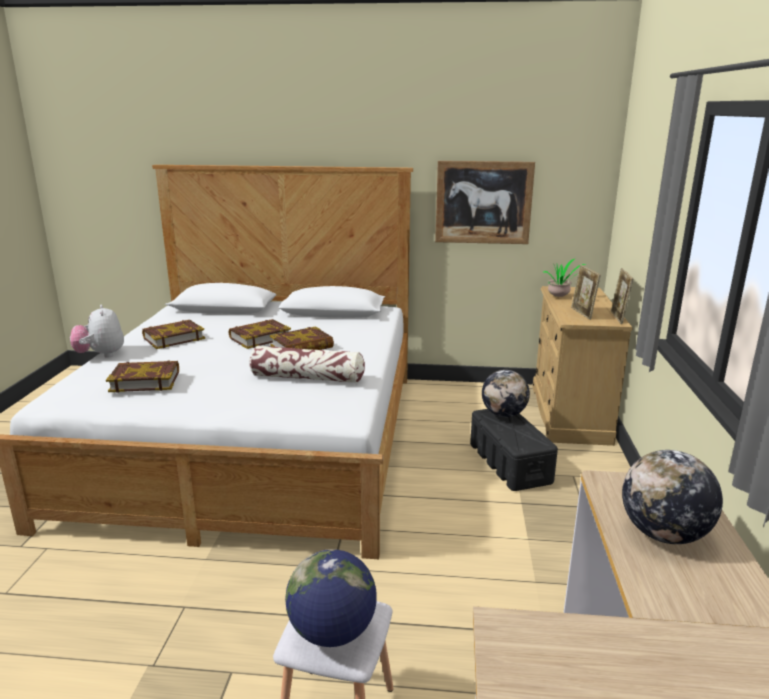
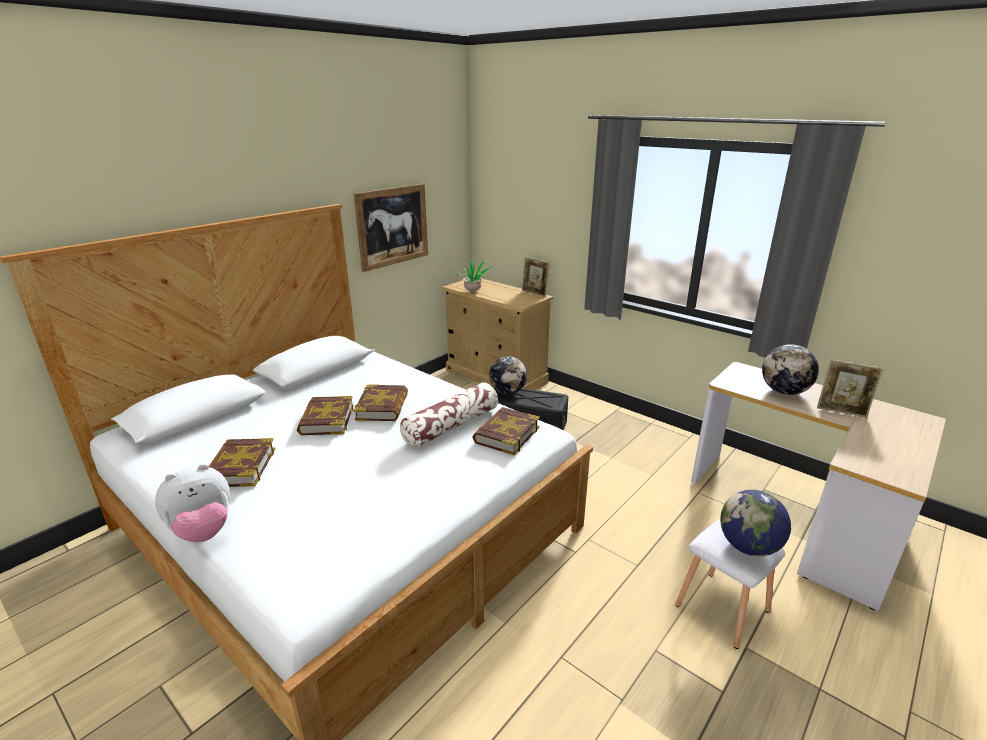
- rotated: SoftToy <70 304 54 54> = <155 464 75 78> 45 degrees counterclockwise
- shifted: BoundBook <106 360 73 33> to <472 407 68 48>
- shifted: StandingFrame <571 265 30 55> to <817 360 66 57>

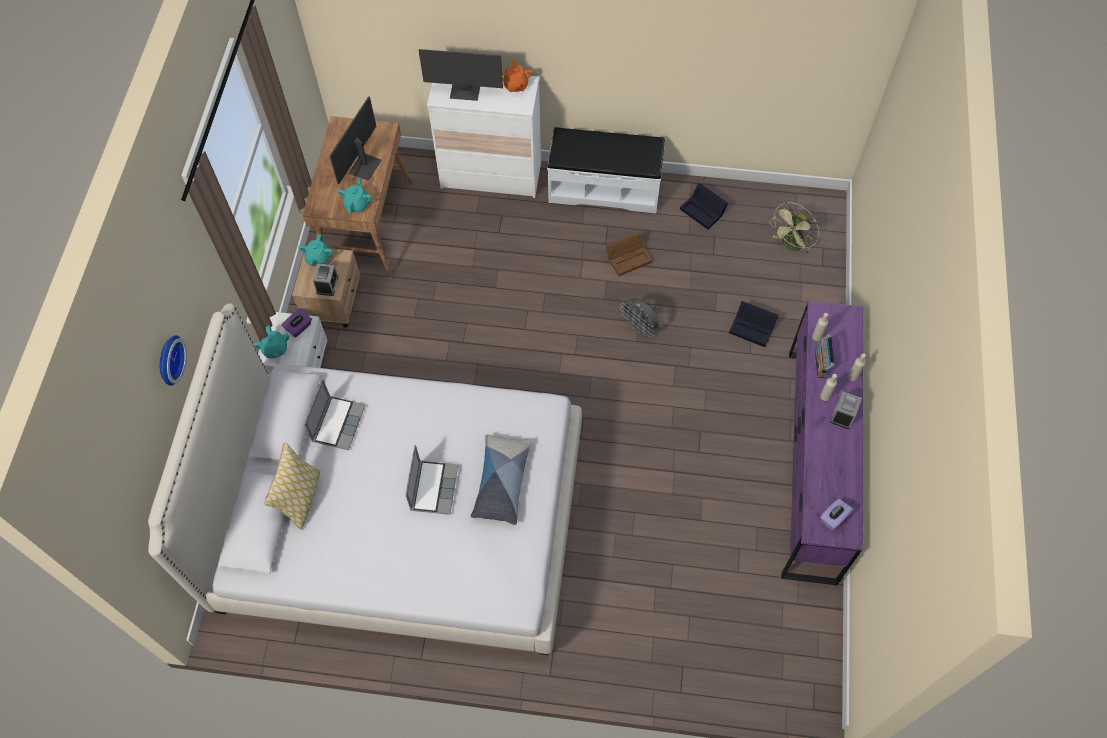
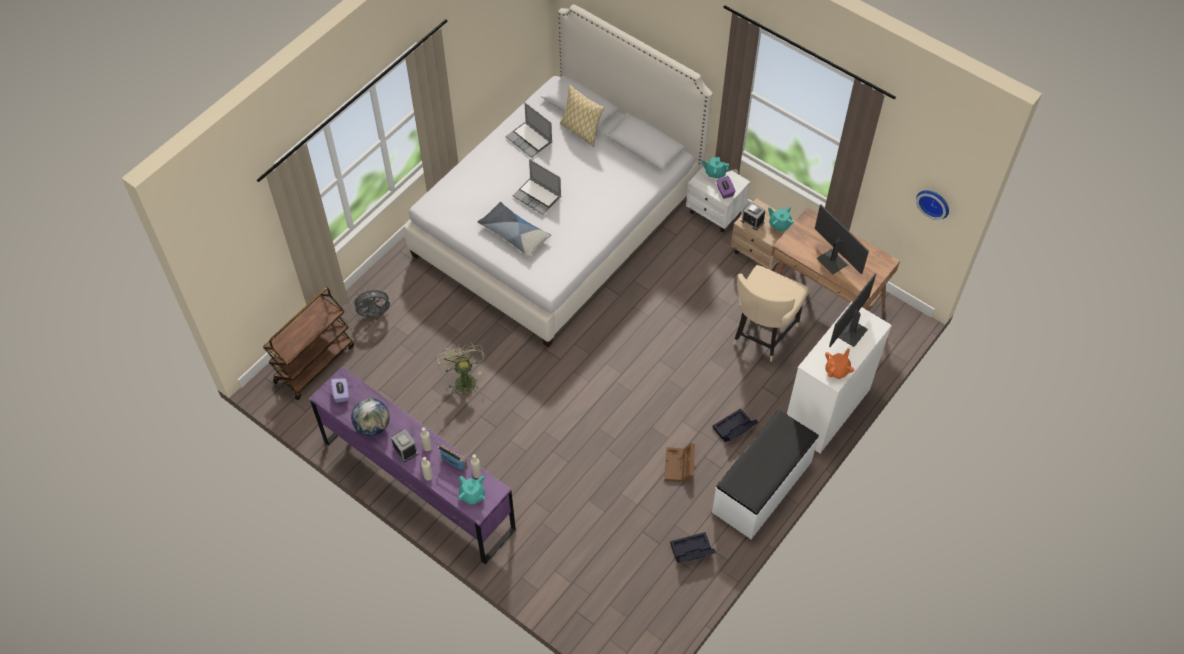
- new: BrownCart <263 287 91 113>
- shifted: GreyElectricFan <620 297 39 41> to <351 287 40 30>
- new: WorldGlobe <351 398 39 38>
- shifted: GreenishElectricFan <769 202 50 53> to <437 342 48 57>
- shifted: TurquoiseTeapot <337 178 35 35> to <458 476 27 28>
- shifted: PortableComputer <304 379 61 71> to <506 103 46 55>
- shifted: BlackColouredStorageContainer <729 301 50 46> to <713 408 45 34>
- new: BeigeColouredUprightChair <733 265 76 96>
- rotated: OrangeTeapot <502 60 31 32> = <825 349 29 30> 105 degrees clockwise
- shifted: HangingClock <160 335 27 51> to <916 190 33 30>

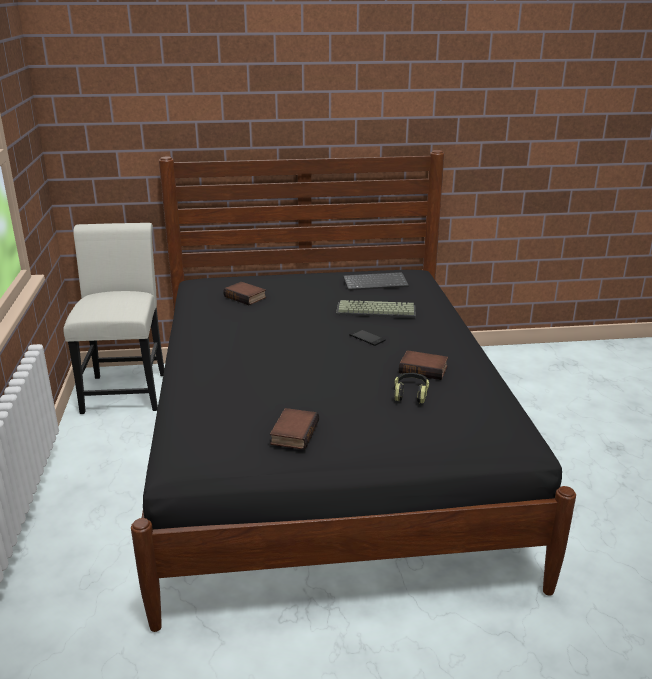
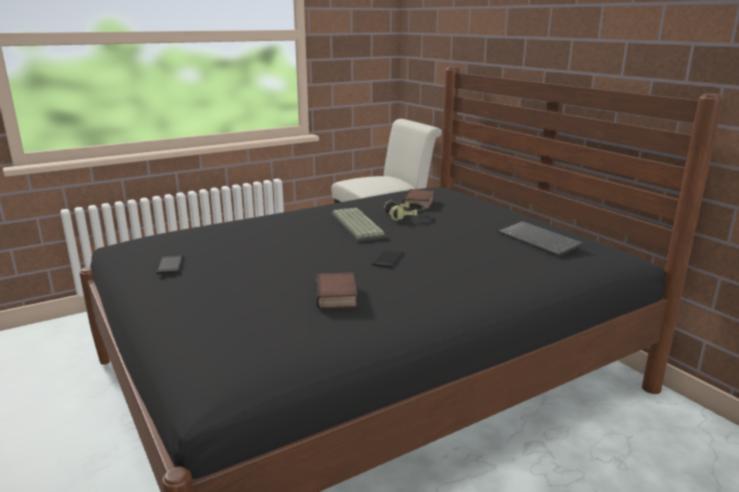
- swapped: BoundBook <270 408 49 42> to Telephone <157 255 26 19>
- shifted: PcKeyboard <336 300 80 18> to <331 207 56 35>
- shifted: Headphones <394 373 35 30> to <384 200 41 21>

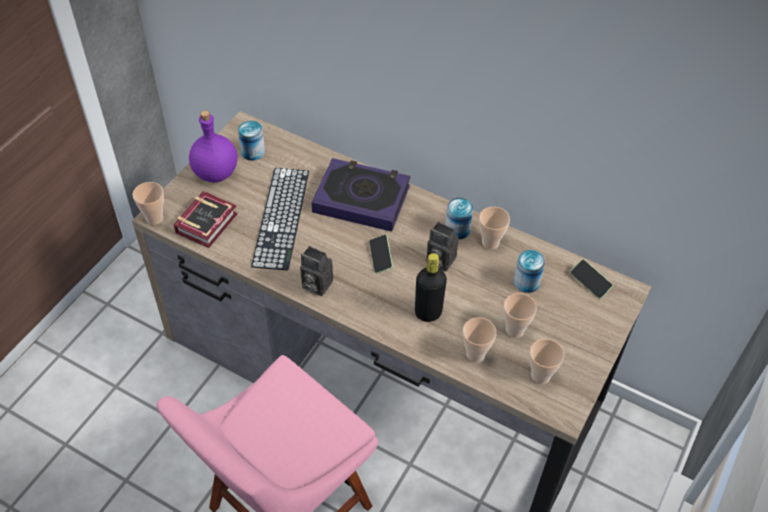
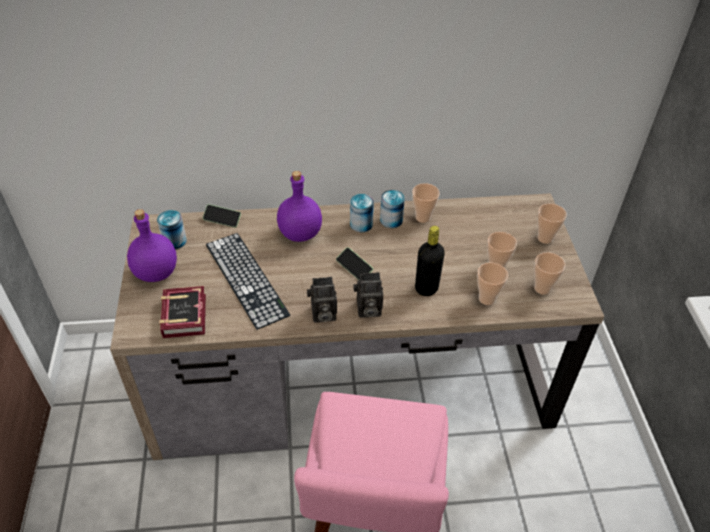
- shifted: Telephone <570 259 43 40> to <203 204 38 24>
- swapped: BoundBook <311 158 100 74> to PurplishDrinkBottle <277 171 45 71>
- shifted: Can <514 250 31 43> to <350 194 24 38>
- shifted: PhotoCamera <426 222 33 50> to <353 272 30 46>
- shifted: Cup <133 182 31 43> to <537 204 30 40>

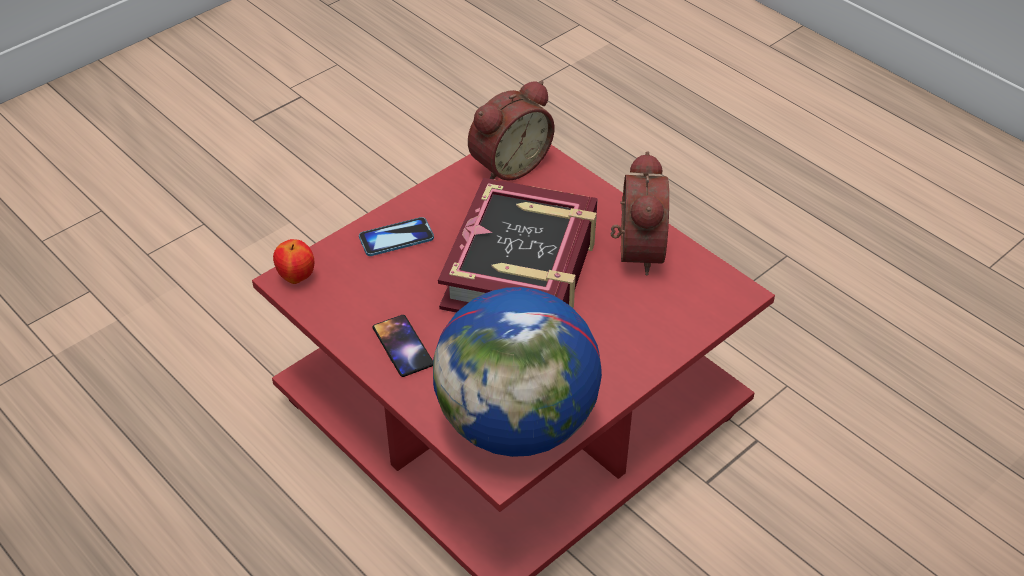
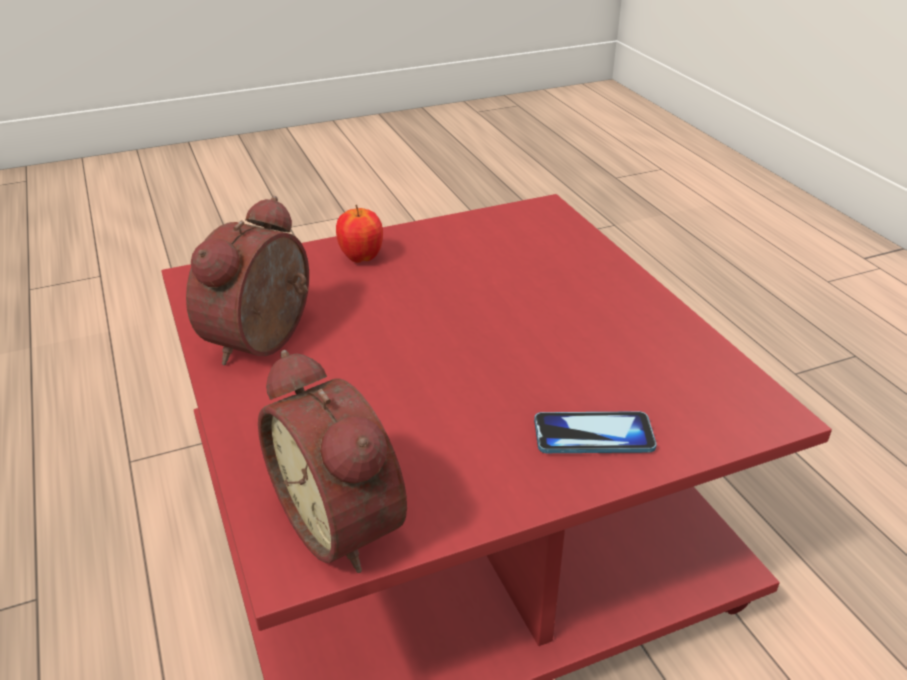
- rotated: AlarmClock <468 81 87 100> = <258 350 149 223> 105 degrees counterclockwise
- shifted: AppleFruit <273 239 41 45> to <336 205 47 58>
- gone: Telephone <373 315 60 62>
- gone: WorldGlobe <433 287 169 170>
- gone: BoundBook <438 178 160 135>

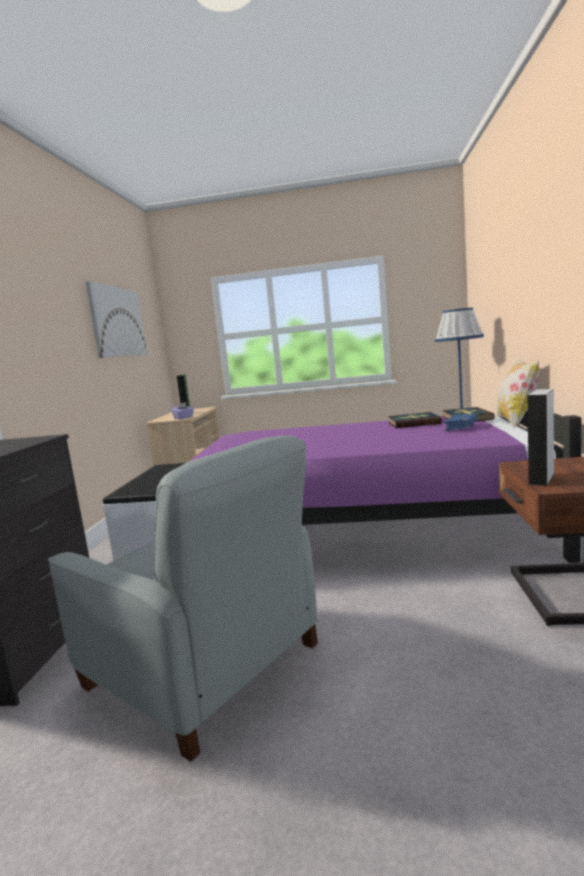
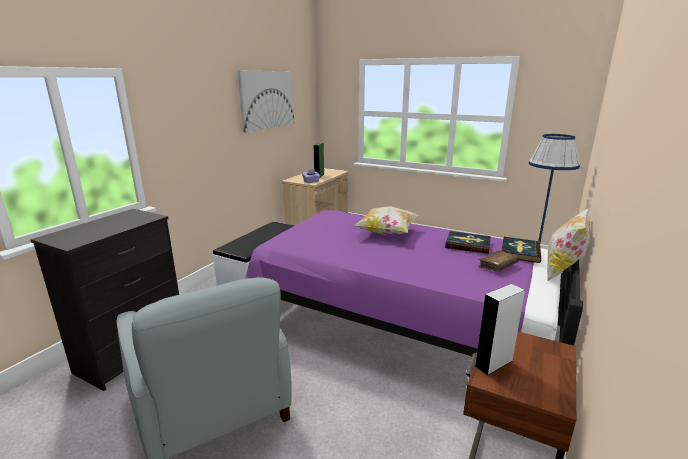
- new: ThrowPillow <354 206 65 29>
- repainted: BlueColouredBoundBook <444 414 34 17> to BrownBoundBook <478 250 41 22>

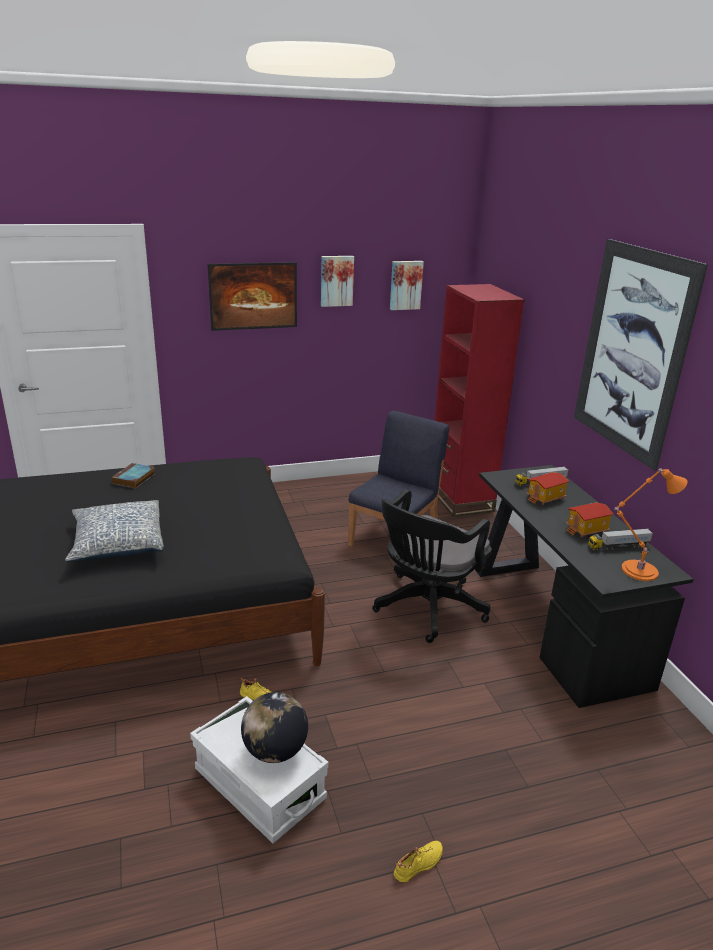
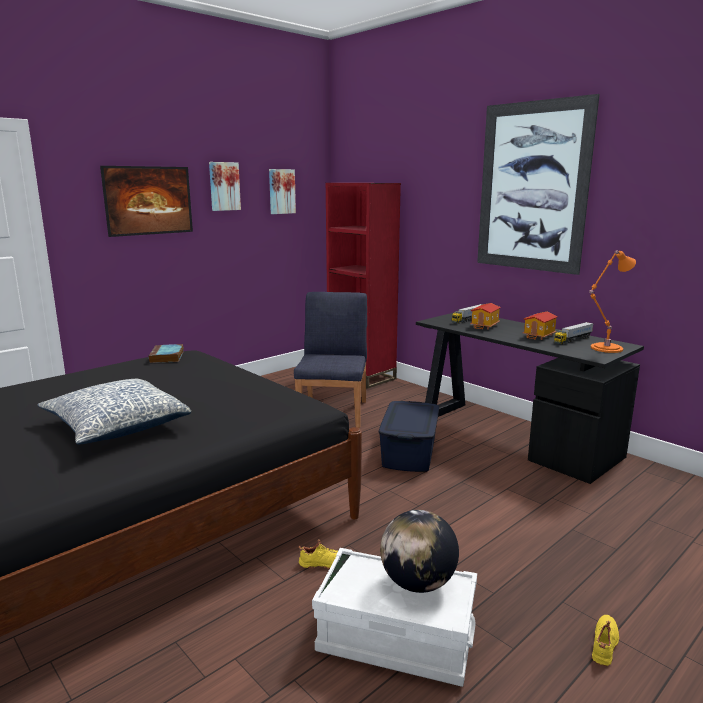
- shifted: BoundBook <111 463 44 26> to <148 344 36 19>
- swapped: BlackColouredOfficeChair <372 489 120 154> to BlueColouredStorageContainer <379 401 60 71>

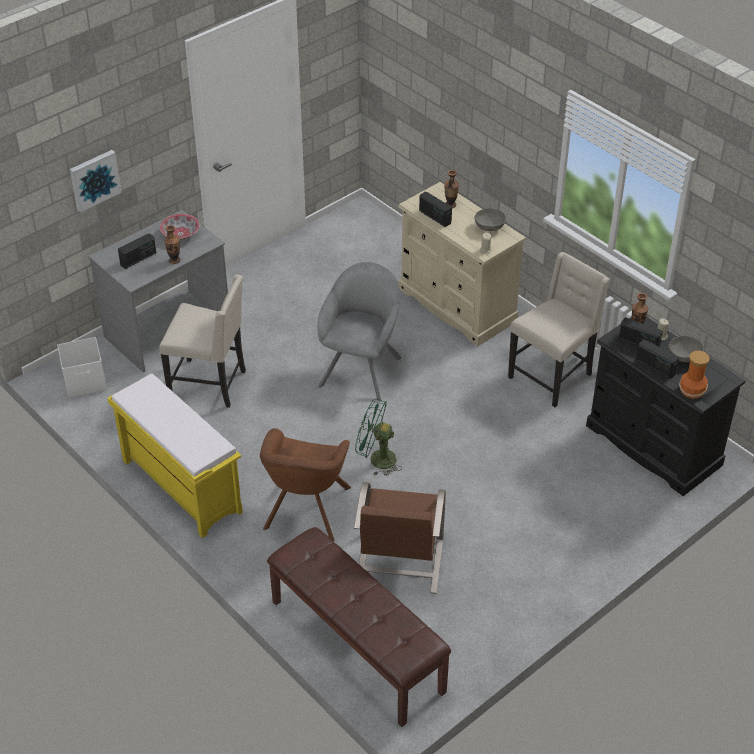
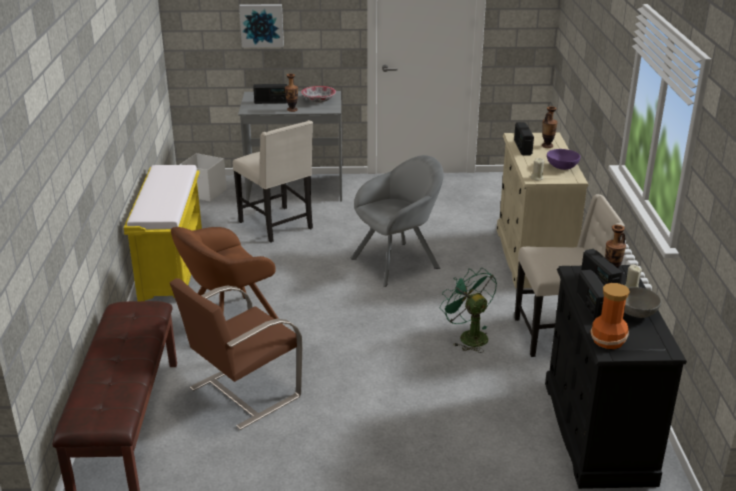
- shifted: GreenishElectricFan <355 399 47 77> to <440 268 57 85>
- repainted: GreyDeepDish <474 208 32 23> to PurplishDeepDish <547 149 33 21>

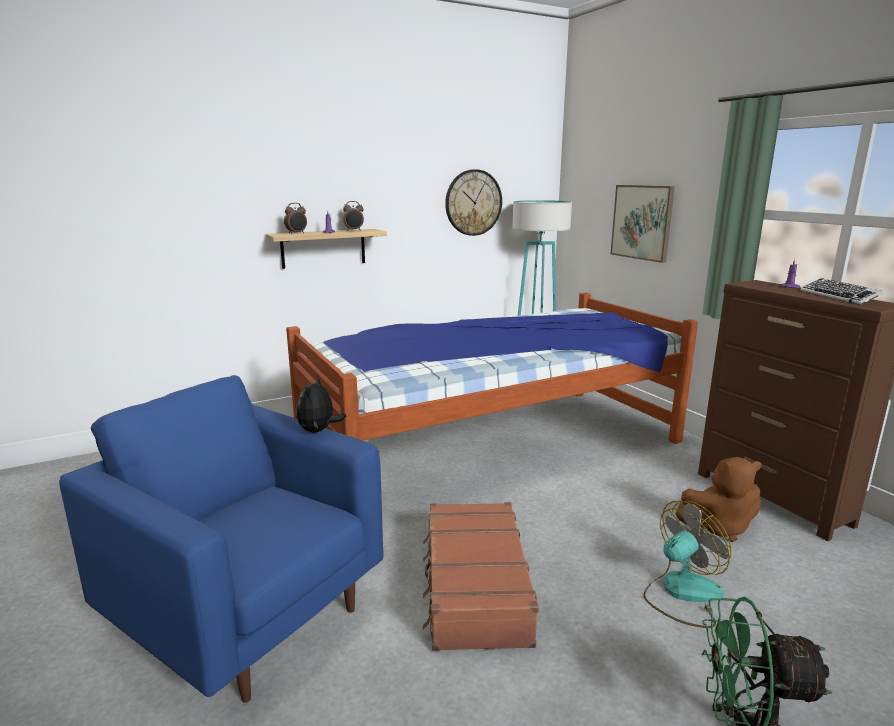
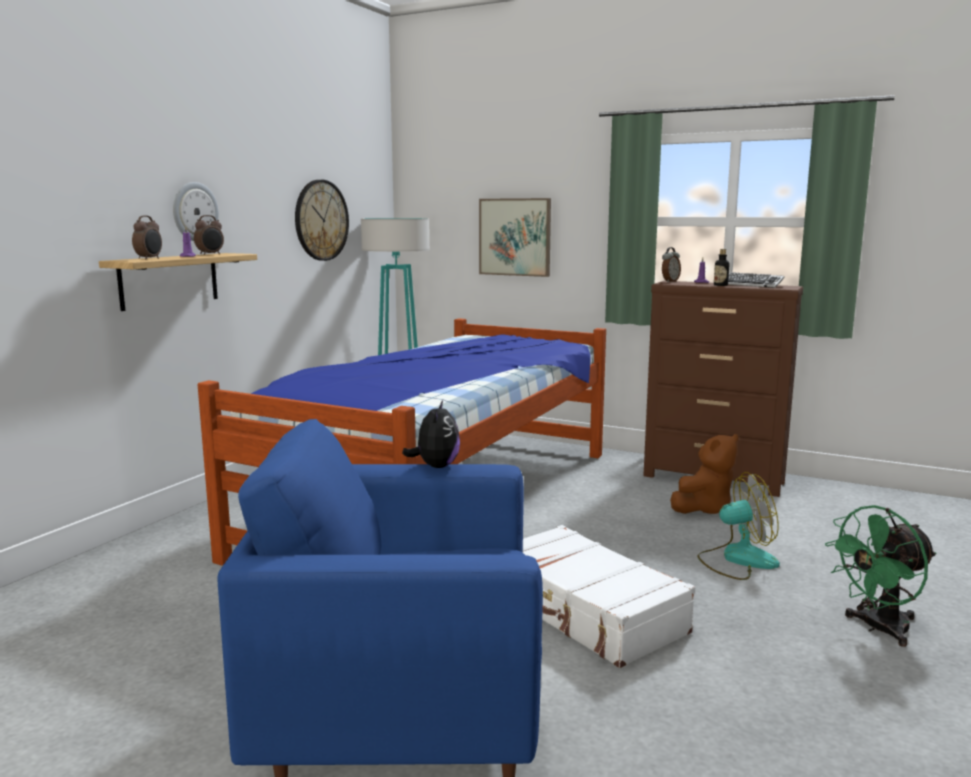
- new: HangingClock <173 182 46 59>
- rotated: SoftToy <296 376 50 56> = <402 400 58 68> 150 degrees counterclockwise
- repainted: BrownSuitcase <423 502 116 149> to WhiteSuitcase <523 525 172 143>
- new: AlarmClock <662 247 19 35>
- rotated: ElectricFan <643 500 88 128> = <697 472 83 108> 60 degrees clockwise
- new: DrinkBottle <714 249 15 37>

